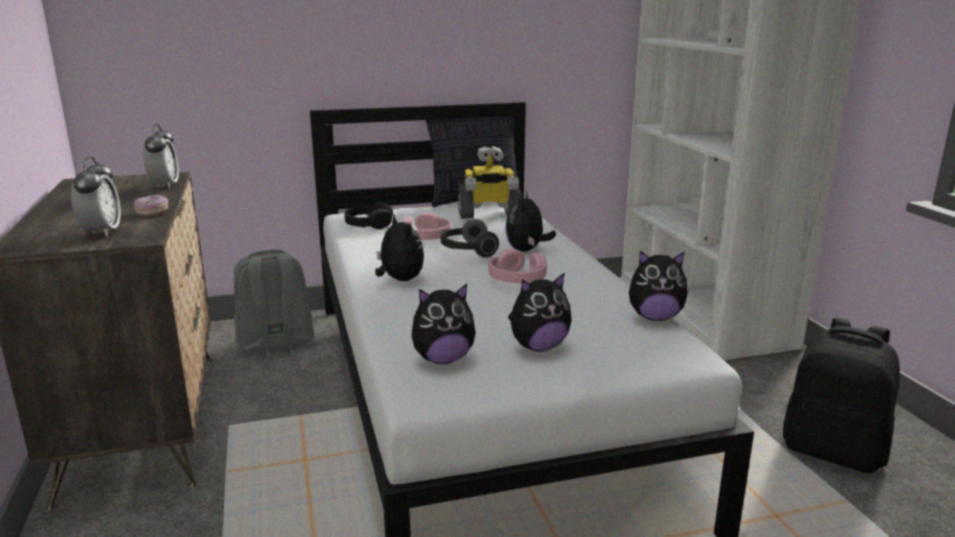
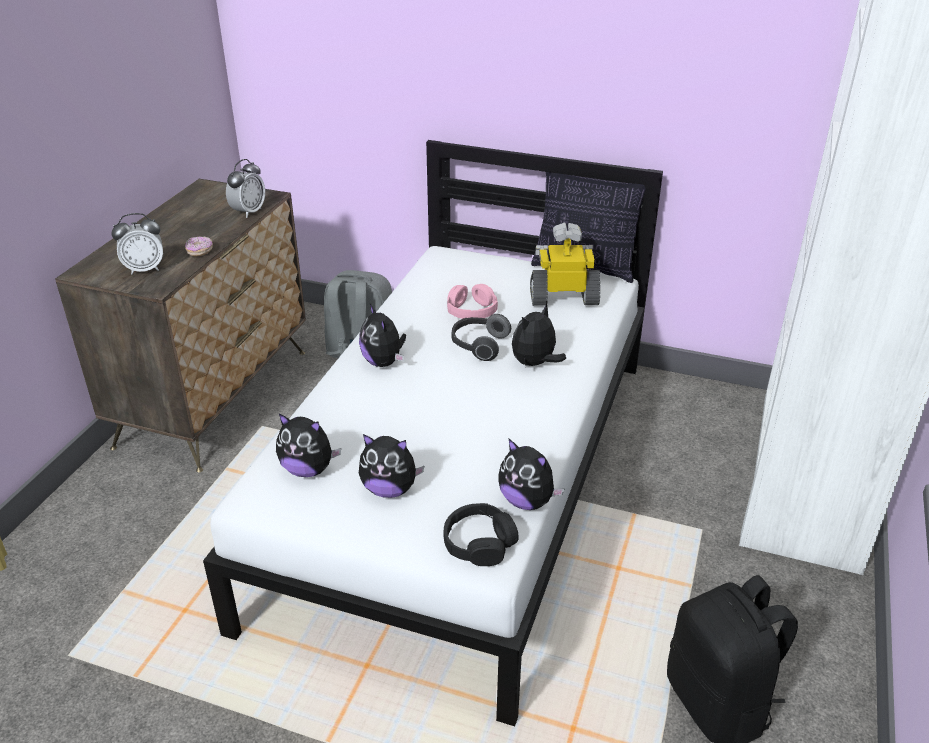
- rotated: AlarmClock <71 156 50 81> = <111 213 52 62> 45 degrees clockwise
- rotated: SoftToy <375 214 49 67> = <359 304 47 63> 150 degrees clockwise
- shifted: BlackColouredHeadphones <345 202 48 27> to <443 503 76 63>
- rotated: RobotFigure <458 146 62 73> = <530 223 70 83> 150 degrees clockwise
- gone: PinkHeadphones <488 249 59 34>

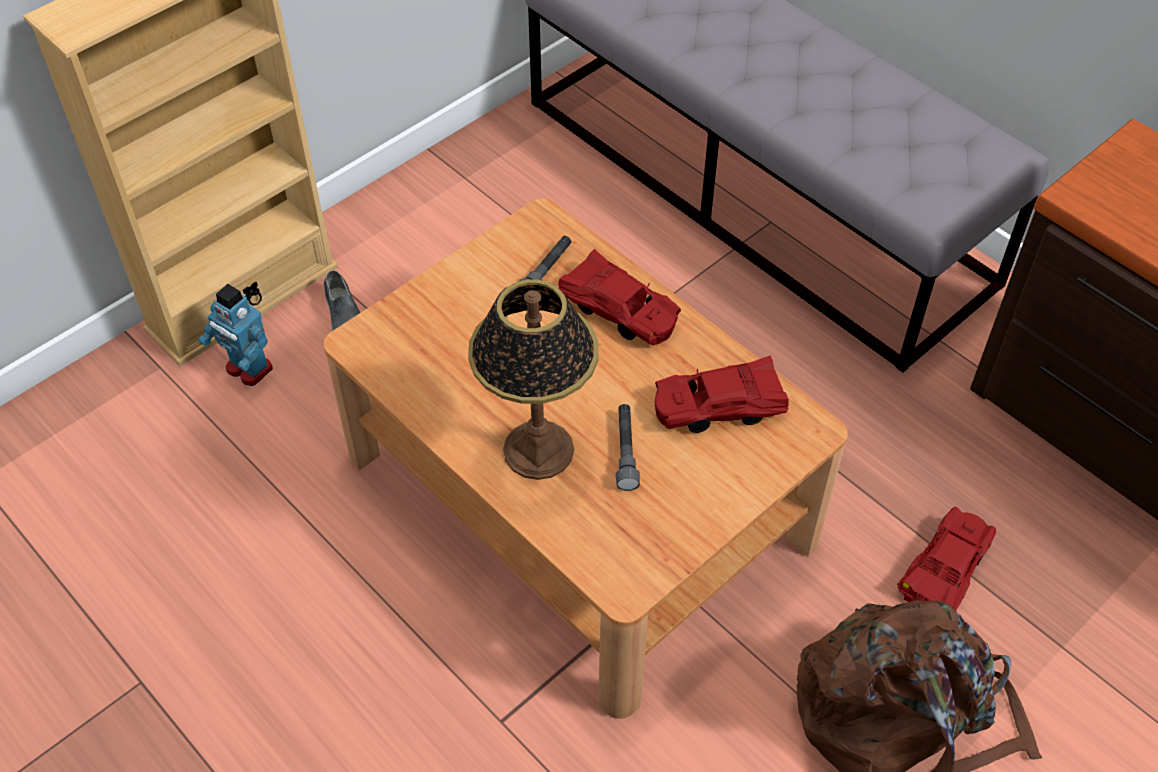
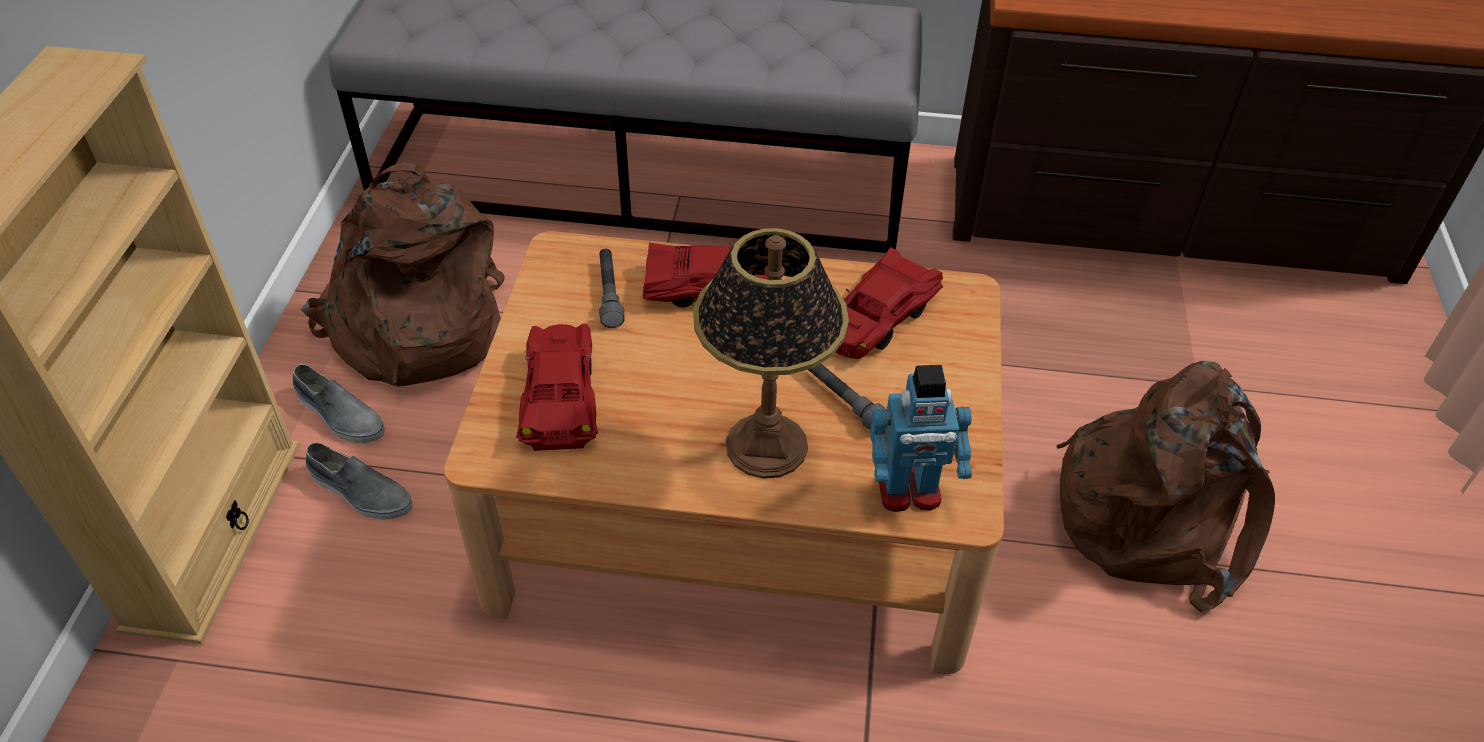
- new: GreyShoe <292 364 93 79>
- new: BrownRucksack <301 162 204 224>
- shifted: ReddishMiniatureCar <897 507 99 104> to <516 324 82 127>
- shifted: RobotFigure <199 284 74 102> to <870 365 102 147>

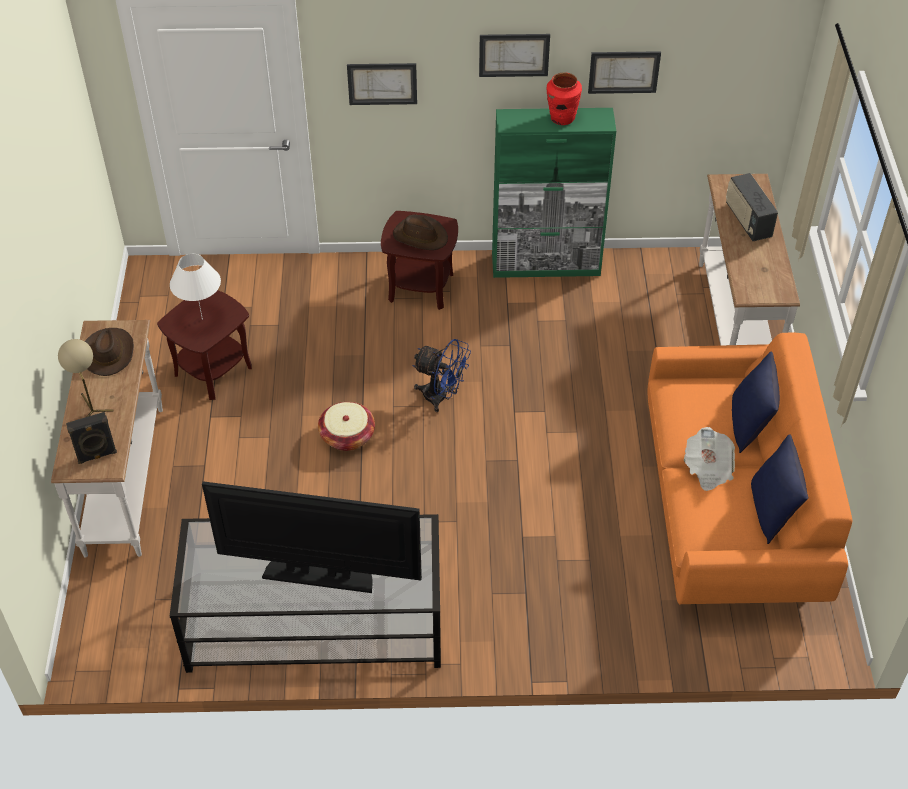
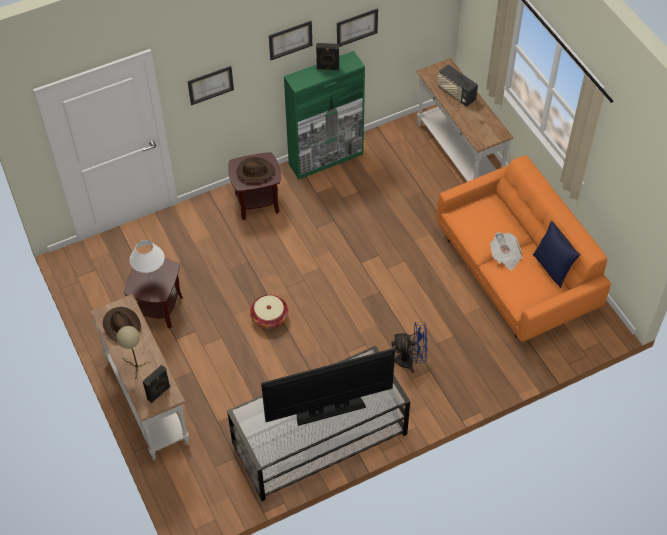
- swapped: ReddishFlowerVase <547 72 35 53> to BlackColouredLoudspeaker <316 43 23 28>
- shifted: BlueColouredElectricFan <412 339 59 73> to <391 322 36 51>
- gone: BlueColouredThrowPillow <732 352 48 101>

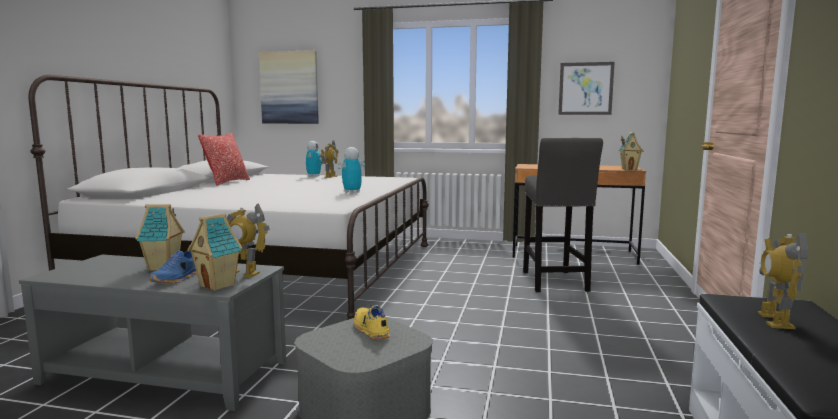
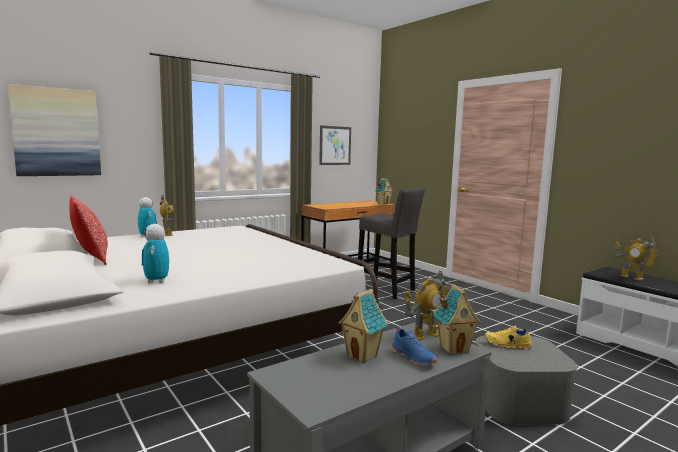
- shifted: RobotFigure <338 147 27 46> to <142 224 27 59>

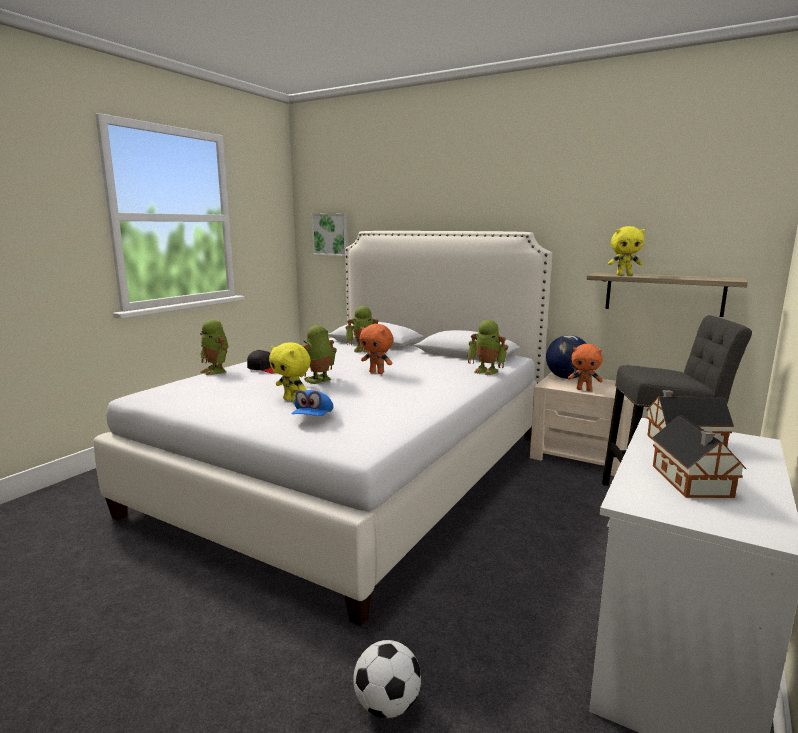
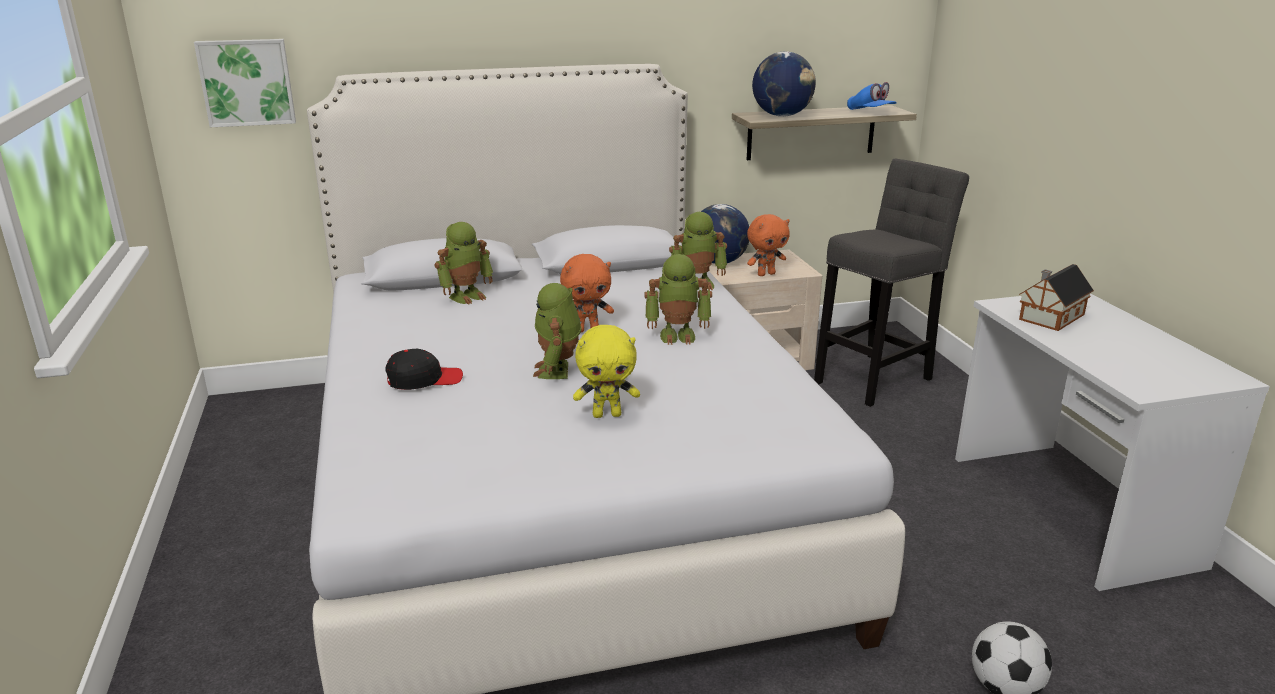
- shifted: RobotFigure <200 319 28 56> to <645 254 67 91>
- swapped: YellowishSoftToy <608 226 37 49> to WorldGlobe <752 51 64 66>
- shifted: BlueColouredCap <291 390 42 26> to <847 82 50 28>
- gone: MiniatureHouse <652 416 95 82>

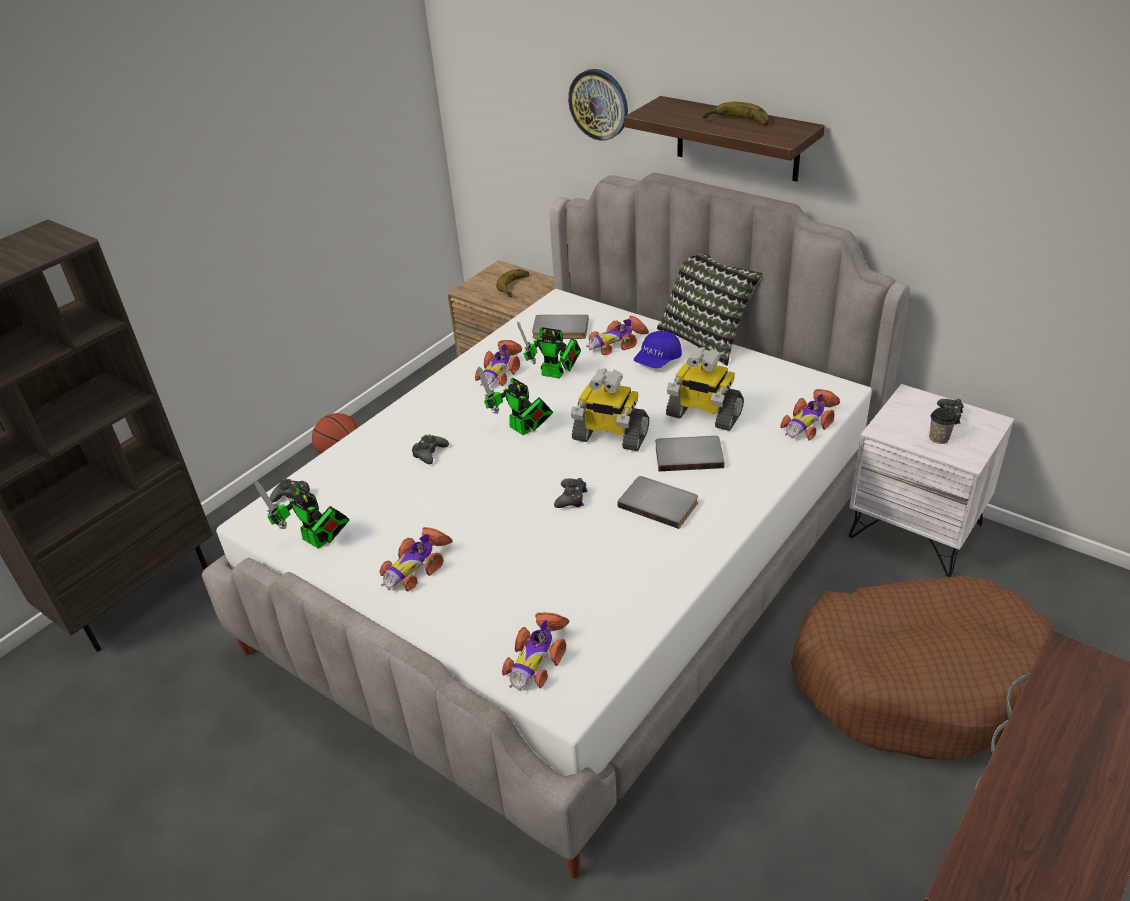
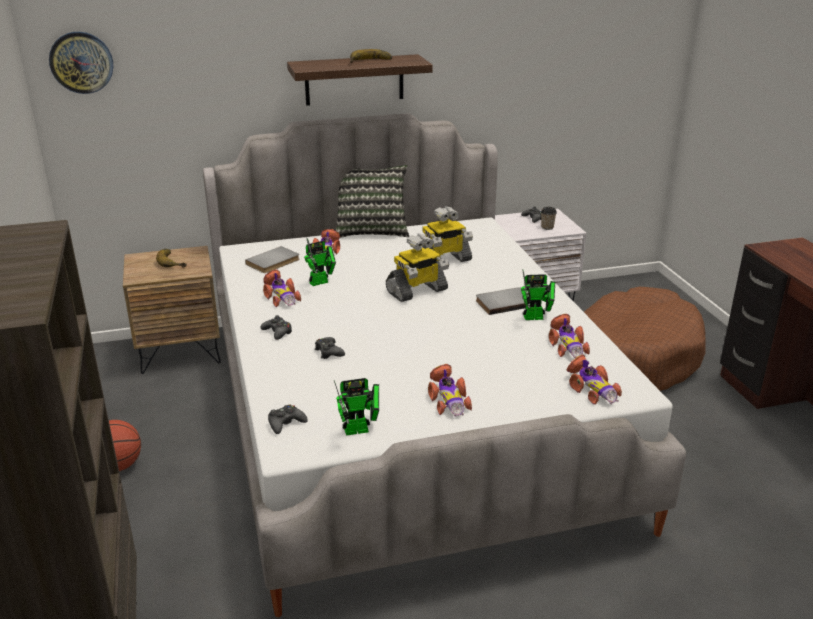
- shifted: HangingClock <568 69 60 72> to <49 32 64 62>
- shifted: BlackColouredGamepad <554 478 34 30> to <260 315 32 25>
- shifted: RobotFigure <478 367 75 68> to <521 269 34 51>
- shifted: MiniatureCar <781 389 59 52> to <549 314 41 45>
- gone: BlueColouredCap <634 331 48 37>
- gone: GreyBoundBook <656 436 69 35>

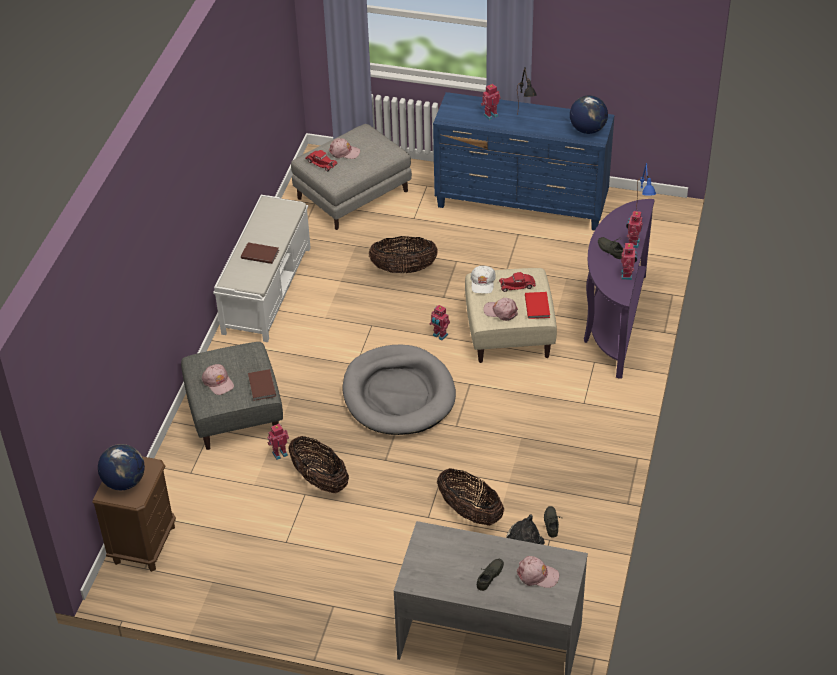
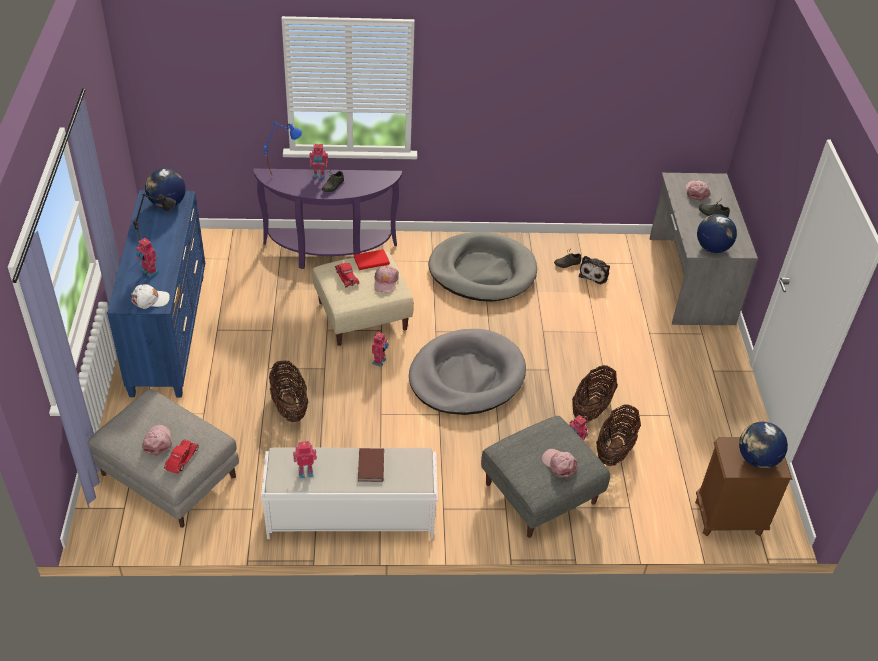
- shifted: WhiteCap <470 266 26 28> to <131 284 39 25>
- shifted: RobotFigure <621 243 16 37> to <293 441 24 37>
- new: GreyDogCushion <428 232 109 69>
- rotated: PinkCap <202 364 32 31> = <542 449 36 29> 75 degrees counterclockwise
- shifted: Basket <437 468 67 58> to <596 404 45 62>
- new: WorldGlobe <697 214 40 39>
- gone: BrownBoundBook <248 369 28 32>

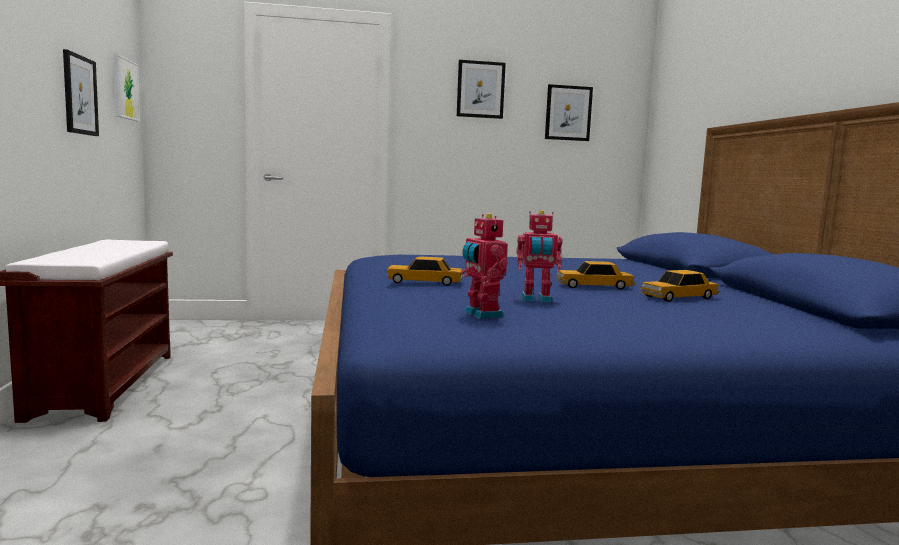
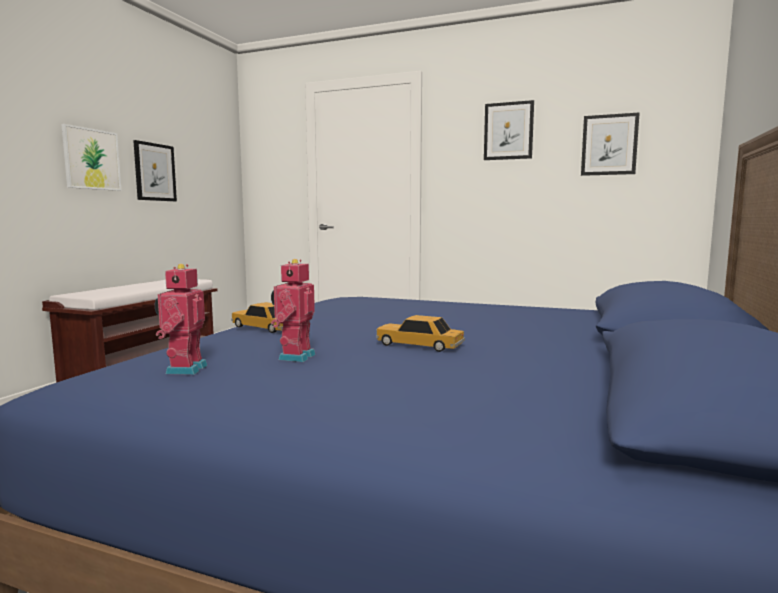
- shifted: Picture <113 53 27 69> to <61 124 60 67>
- rotated: RobotFigure <516 210 46 92> = <271 259 45 103> 75 degrees clockwise
- gone: MiniatureCar <641 270 79 32>

